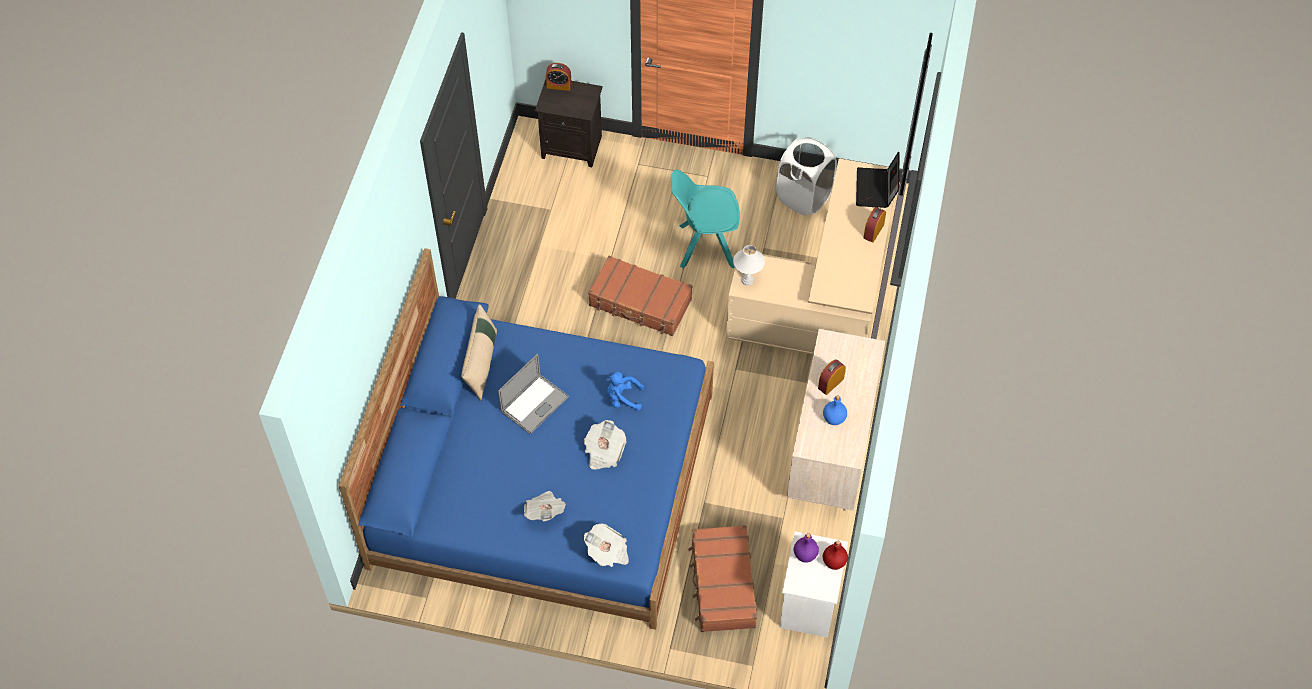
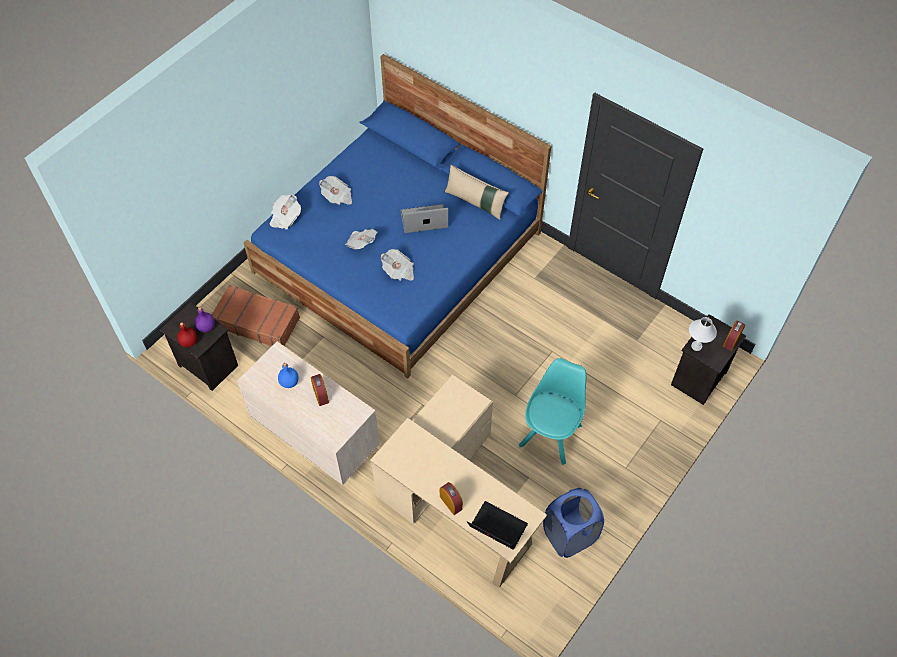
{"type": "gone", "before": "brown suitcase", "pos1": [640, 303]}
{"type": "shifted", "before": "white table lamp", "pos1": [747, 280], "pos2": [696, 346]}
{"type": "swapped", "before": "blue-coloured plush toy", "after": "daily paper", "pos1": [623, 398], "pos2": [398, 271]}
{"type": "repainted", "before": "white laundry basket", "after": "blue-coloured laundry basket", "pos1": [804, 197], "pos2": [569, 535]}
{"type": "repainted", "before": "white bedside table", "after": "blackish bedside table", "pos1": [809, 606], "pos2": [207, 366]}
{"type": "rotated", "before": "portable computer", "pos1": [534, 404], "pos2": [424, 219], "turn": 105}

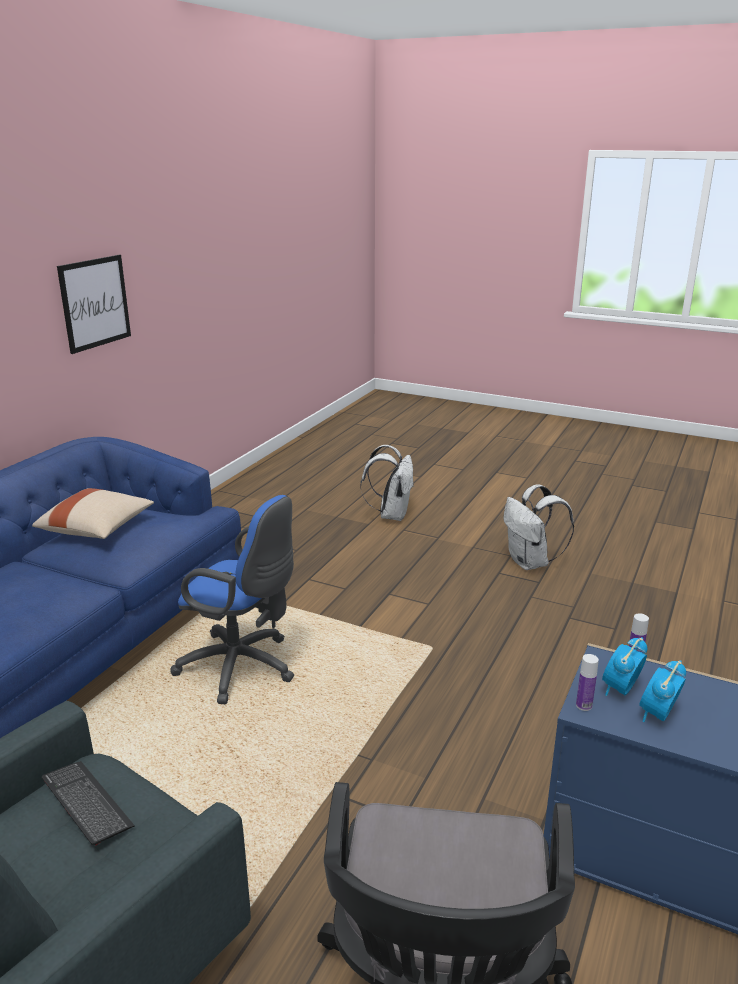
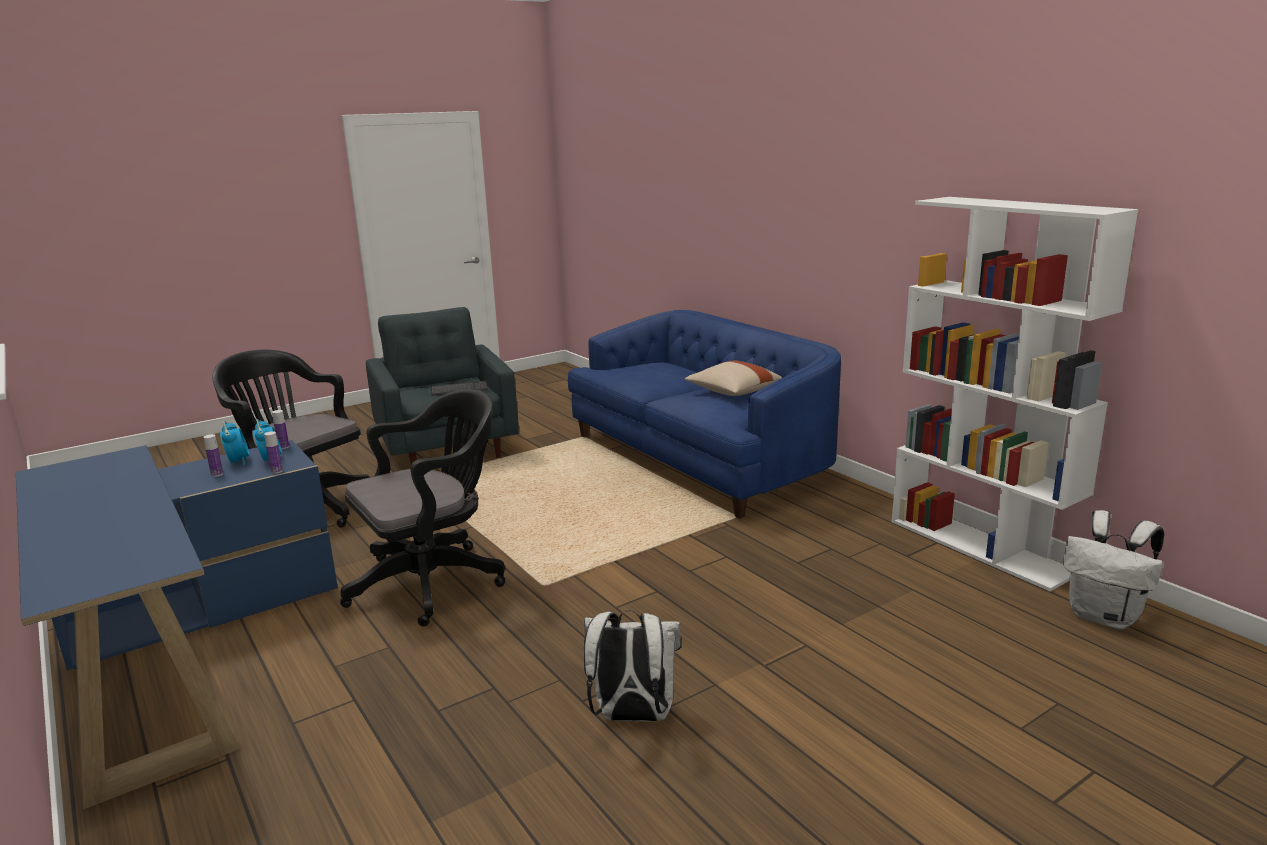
{"type": "gone", "before": "wall picture", "pos1": [95, 303]}
{"type": "gone", "before": "blue-coloured desk chair", "pos1": [243, 668]}
{"type": "new", "after": "beverage bottle", "pos2": [217, 474]}
{"type": "new", "after": "blackish desk chair", "pos2": [433, 581]}
{"type": "new", "after": "white bookshelf", "pos2": [981, 546]}
{"type": "shifted", "before": "white rucksack", "pos1": [391, 515], "pos2": [1105, 617]}

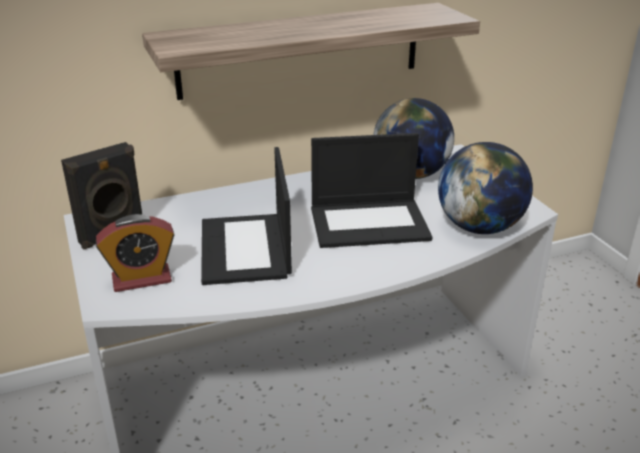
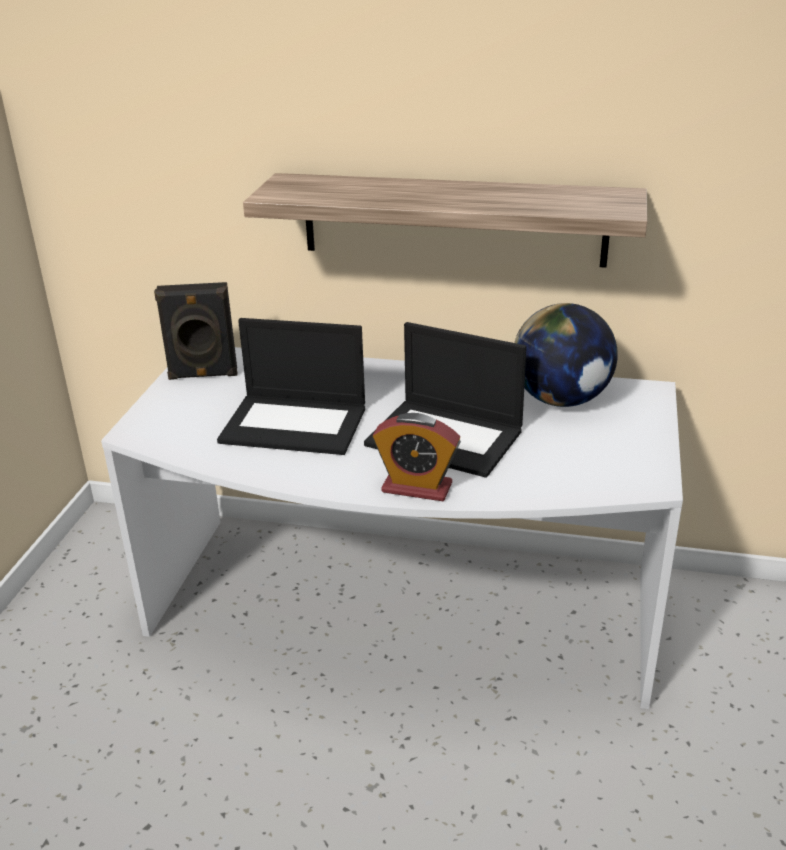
{"type": "gone", "before": "desk globe", "pos1": [479, 227]}
{"type": "shifted", "before": "alarm clock", "pos1": [141, 279], "pos2": [417, 487]}
{"type": "rotated", "before": "portable computer", "pos1": [246, 249], "pos2": [296, 424], "turn": -105}

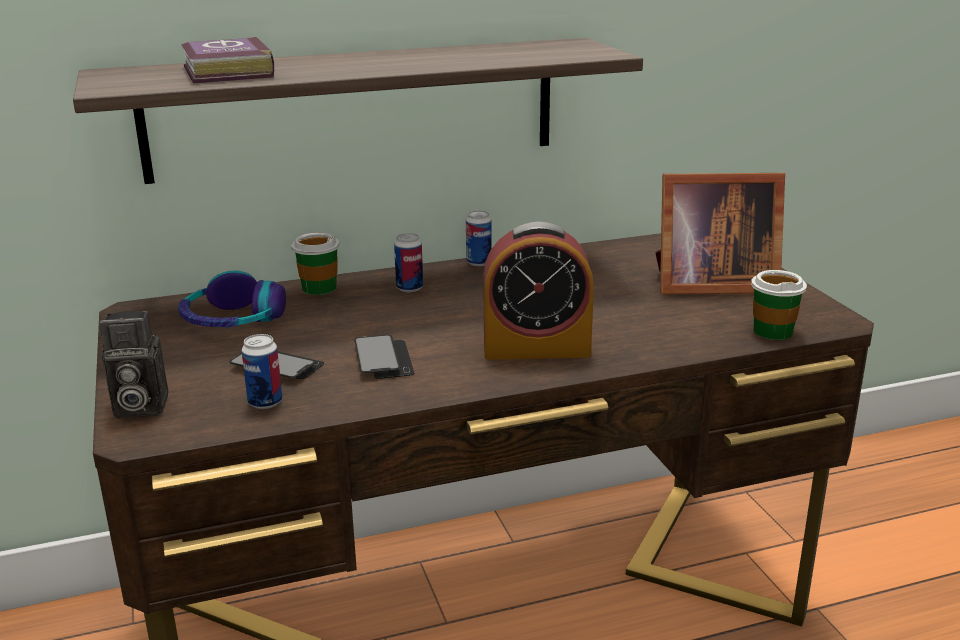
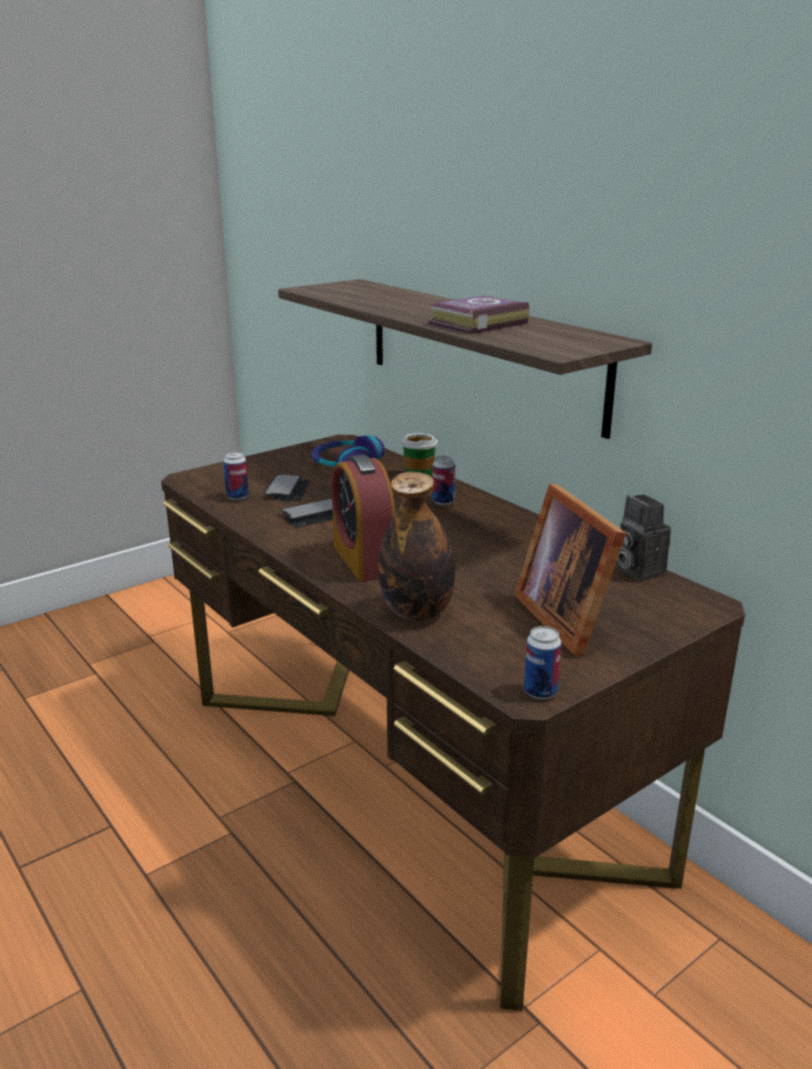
{"type": "gone", "before": "small cup", "pos1": [772, 331]}
{"type": "new", "after": "beverage bottle", "pos2": [417, 612]}
{"type": "shifted", "before": "photo camera", "pos1": [137, 408], "pos2": [636, 570]}
{"type": "shifted", "before": "book", "pos1": [226, 72], "pos2": [475, 323]}
{"type": "shifted", "before": "can", "pos1": [479, 262], "pos2": [540, 692]}

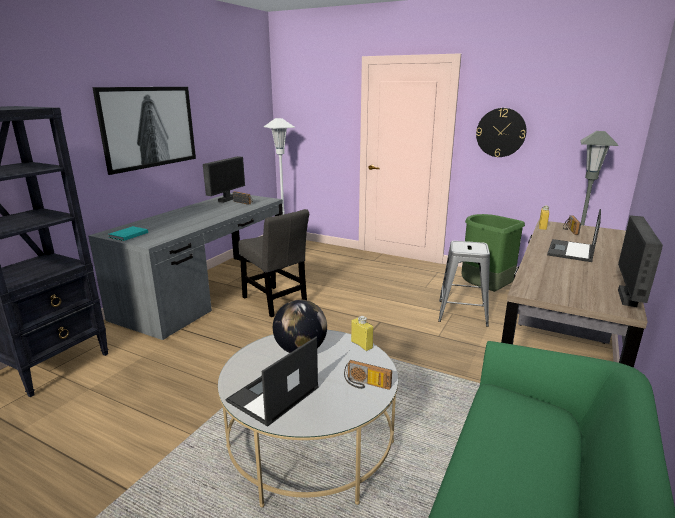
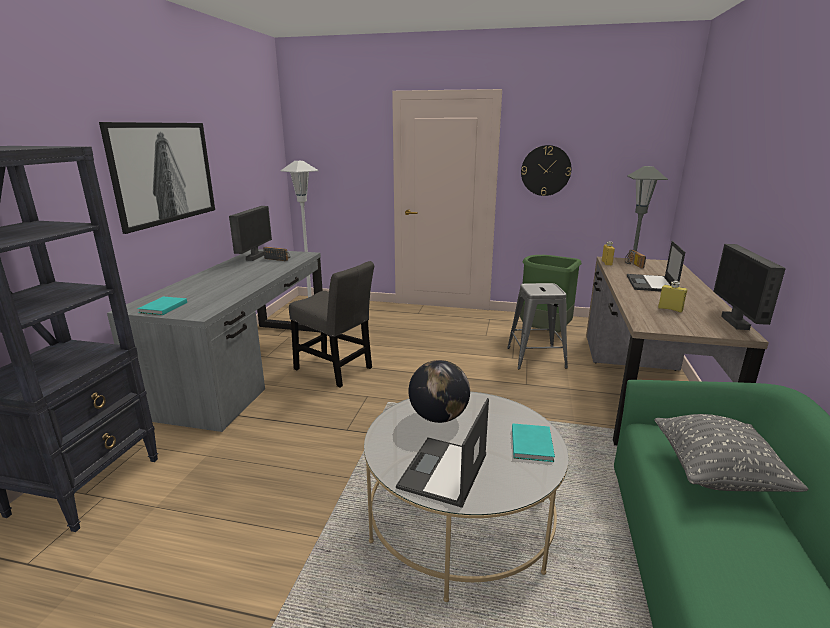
{"type": "new", "after": "gray pillow", "pos2": [716, 475]}
{"type": "shifted", "before": "yellowish beverage bottle", "pos1": [361, 344], "pos2": [670, 309]}
{"type": "swapped", "before": "radio set", "after": "blue-green book", "pos1": [366, 385], "pos2": [532, 443]}

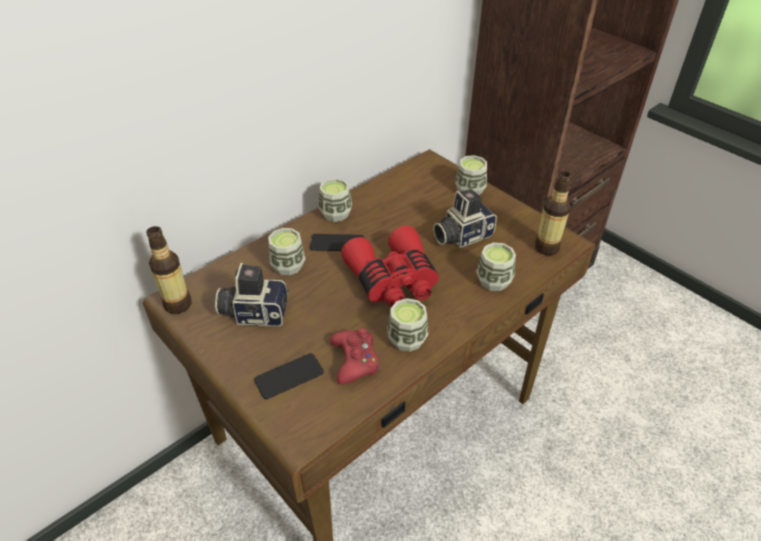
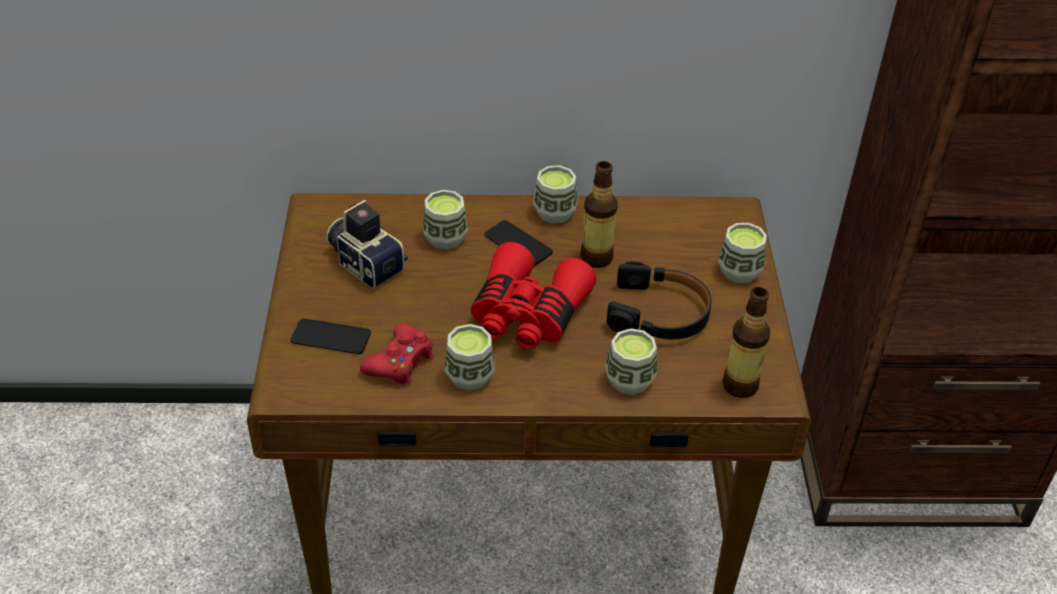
{"type": "shifted", "before": "beverage bottle", "pos1": [178, 304], "pos2": [596, 258]}
{"type": "swapped", "before": "photo camera", "after": "blackish headphones", "pos1": [461, 235], "pos2": [659, 313]}

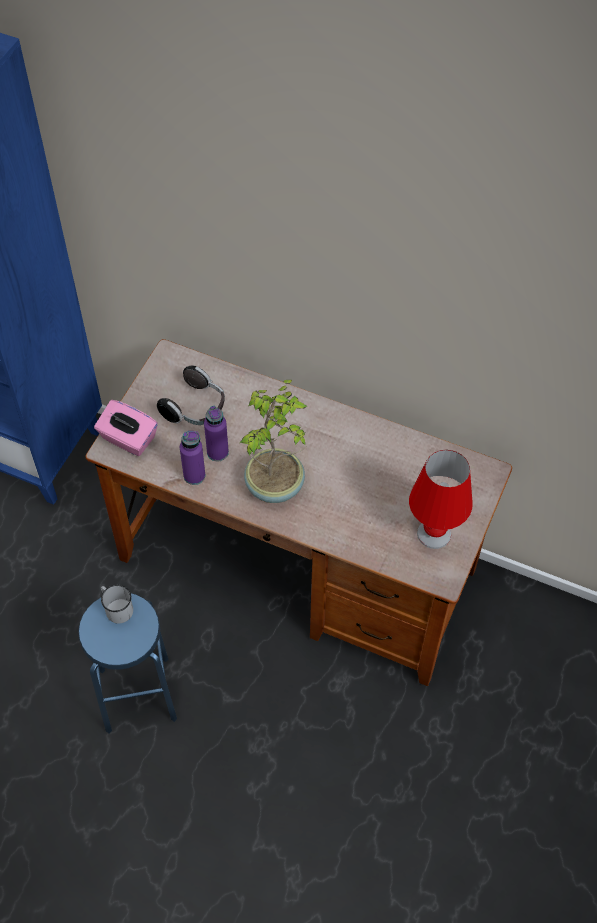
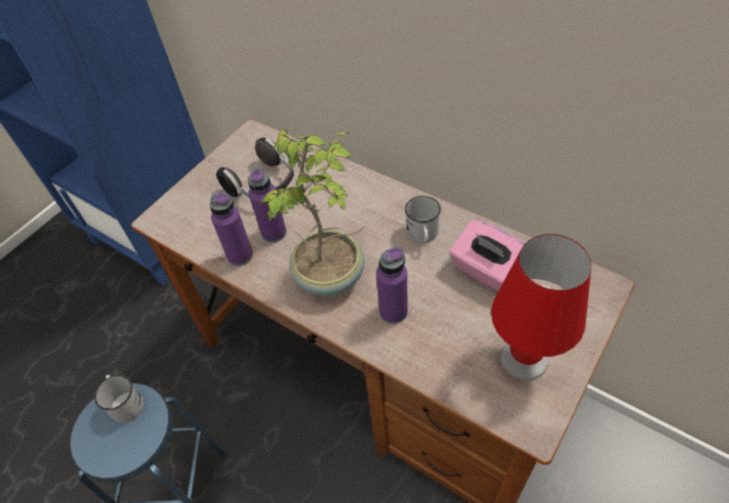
{"type": "new", "after": "purple-coloured beverage bottle", "pos2": [393, 311]}
{"type": "new", "after": "white coffee mug", "pos2": [423, 235]}
{"type": "shifted", "before": "pink box of tissues", "pos1": [128, 439], "pos2": [487, 271]}

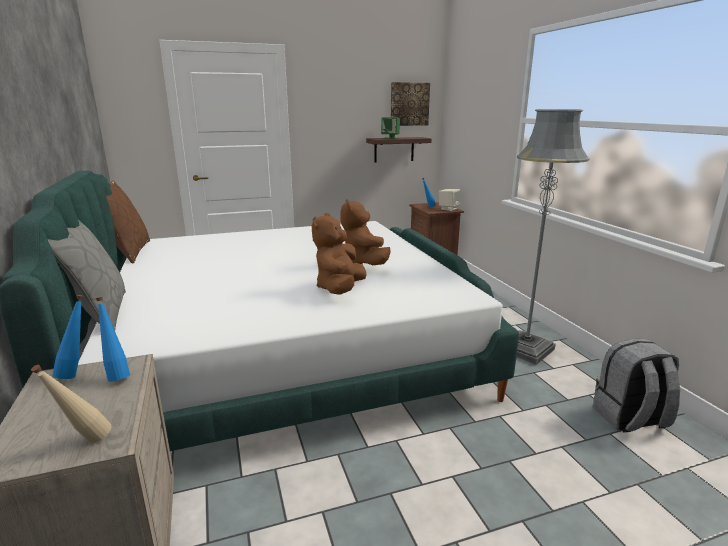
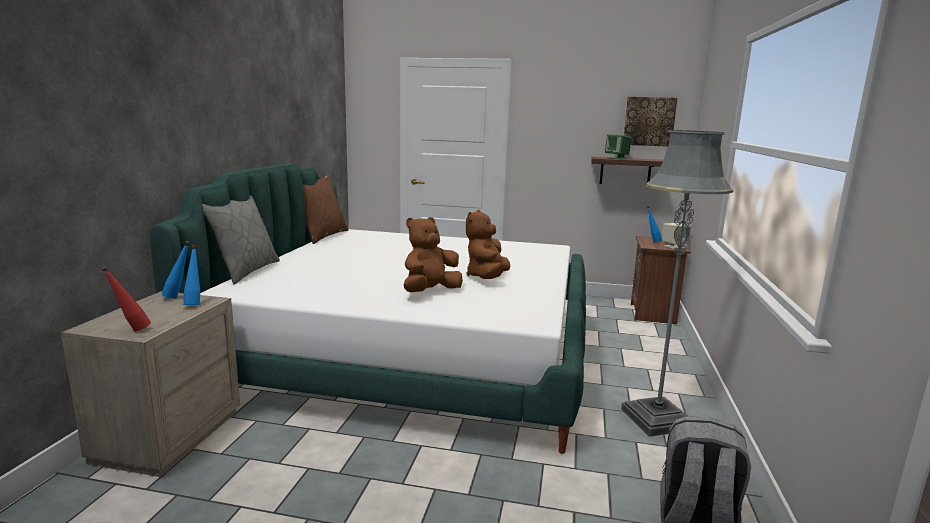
{"type": "repainted", "before": "sand-coloured beverage bottle", "after": "reddish beverage bottle", "pos1": [85, 443], "pos2": [131, 330]}

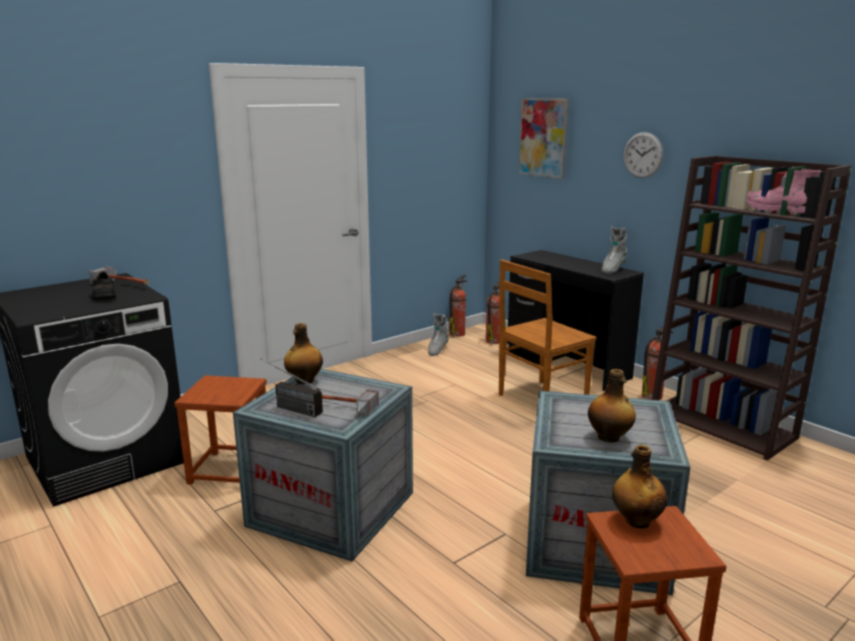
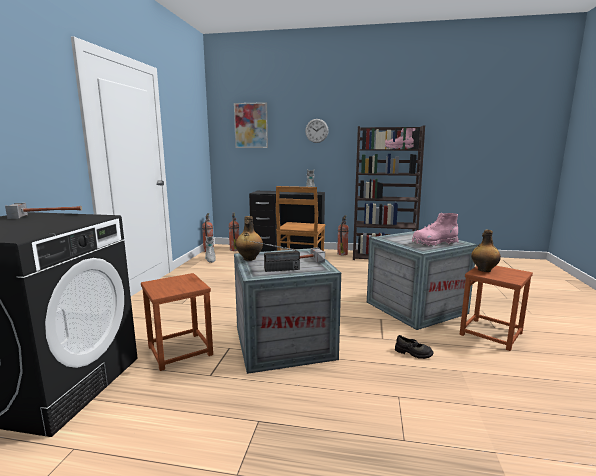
{"type": "shifted", "before": "blackish shoe", "pos1": [104, 296], "pos2": [413, 353]}
{"type": "swapped", "before": "beverage bottle", "after": "pink tall boot", "pos1": [609, 438], "pos2": [434, 243]}

